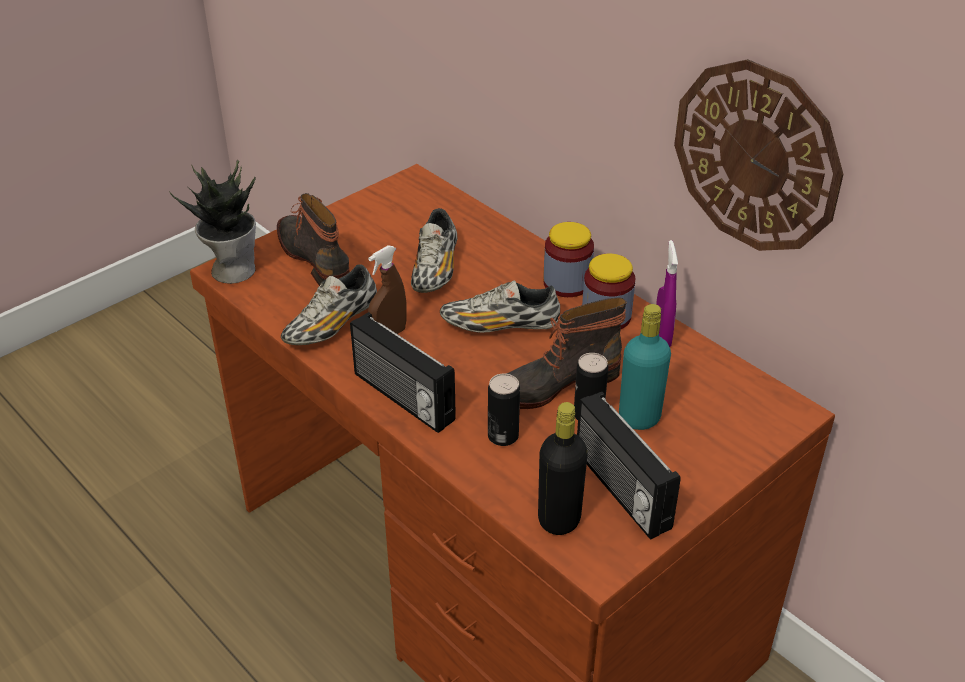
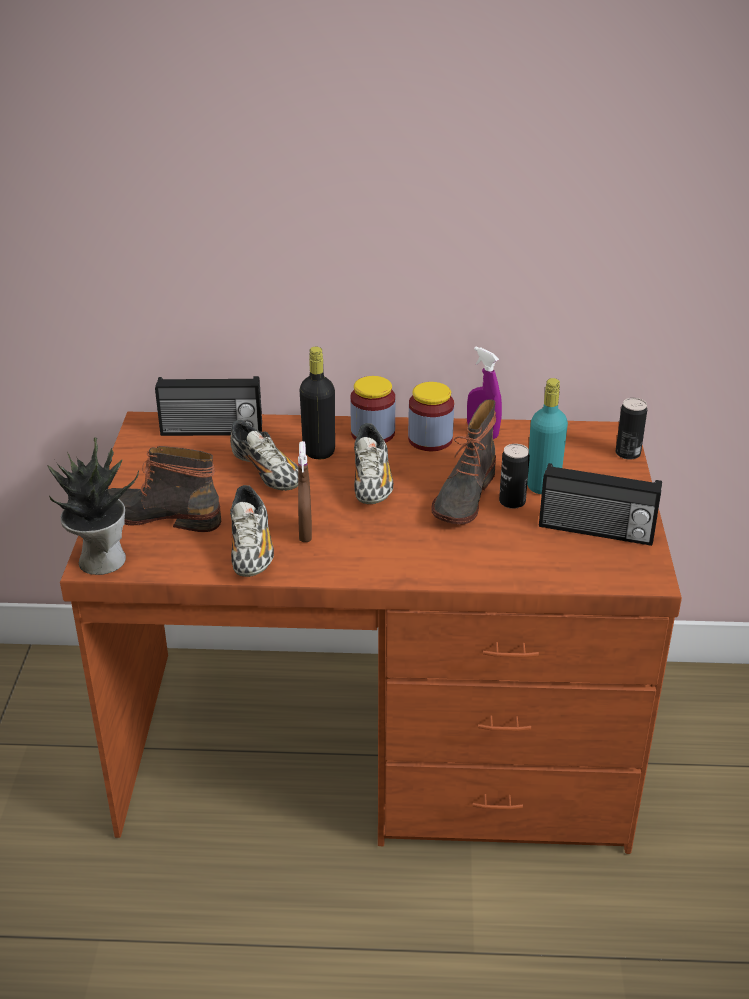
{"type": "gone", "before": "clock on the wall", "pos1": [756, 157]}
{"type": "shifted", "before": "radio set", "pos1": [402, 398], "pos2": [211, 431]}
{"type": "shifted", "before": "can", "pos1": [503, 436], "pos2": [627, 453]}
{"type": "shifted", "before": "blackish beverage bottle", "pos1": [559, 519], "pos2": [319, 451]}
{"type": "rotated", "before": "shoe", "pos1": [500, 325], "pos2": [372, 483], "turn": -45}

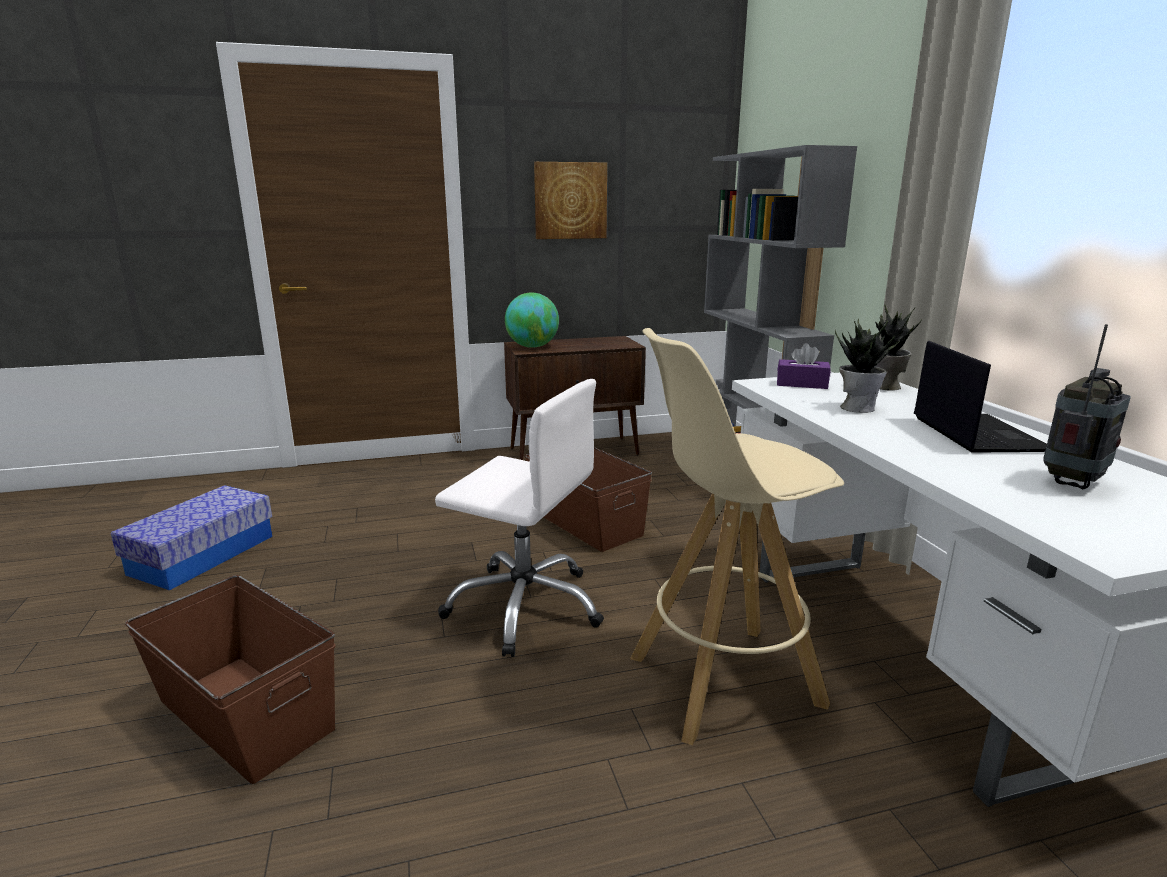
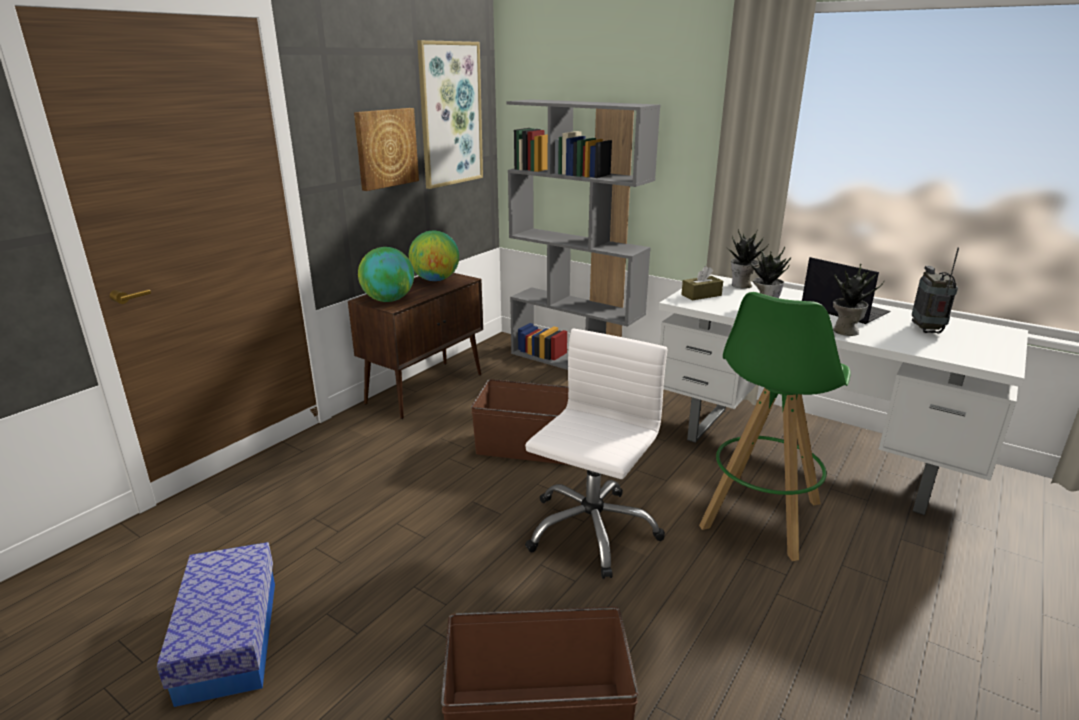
{"type": "new", "after": "desk globe", "pos2": [435, 280]}
{"type": "new", "after": "wall picture", "pos2": [450, 114]}
{"type": "new", "after": "plant in a pot", "pos2": [844, 331]}
{"type": "repainted", "before": "sand-coloured stool", "after": "greenish stool", "pos1": [722, 680], "pos2": [760, 515]}
{"type": "repainted", "before": "purple-coloured box of tissues", "after": "brown box of tissues", "pos1": [801, 384], "pos2": [701, 295]}
{"type": "rotated", "before": "white desk chair", "pos1": [525, 606], "pos2": [591, 529], "turn": -45}

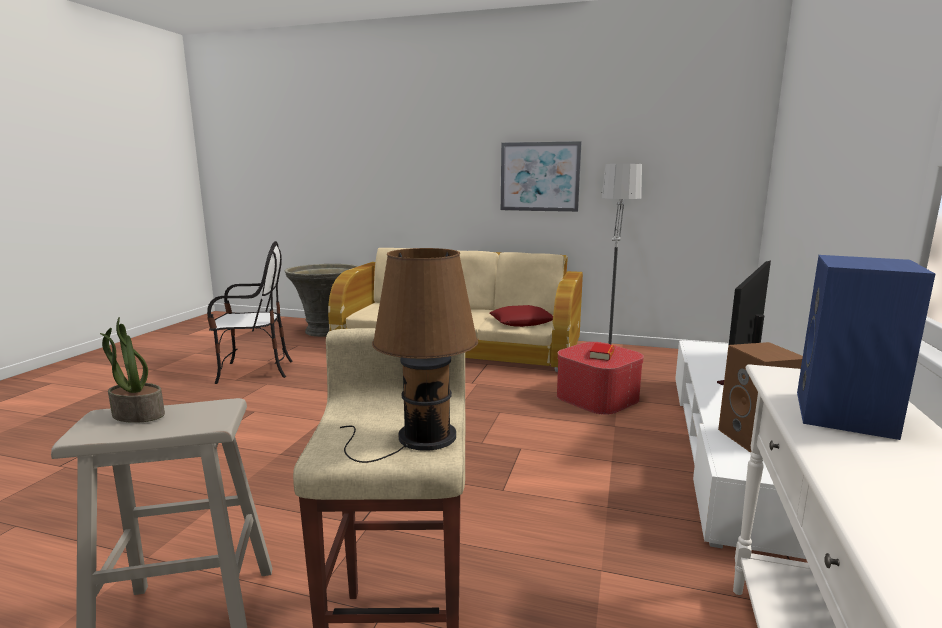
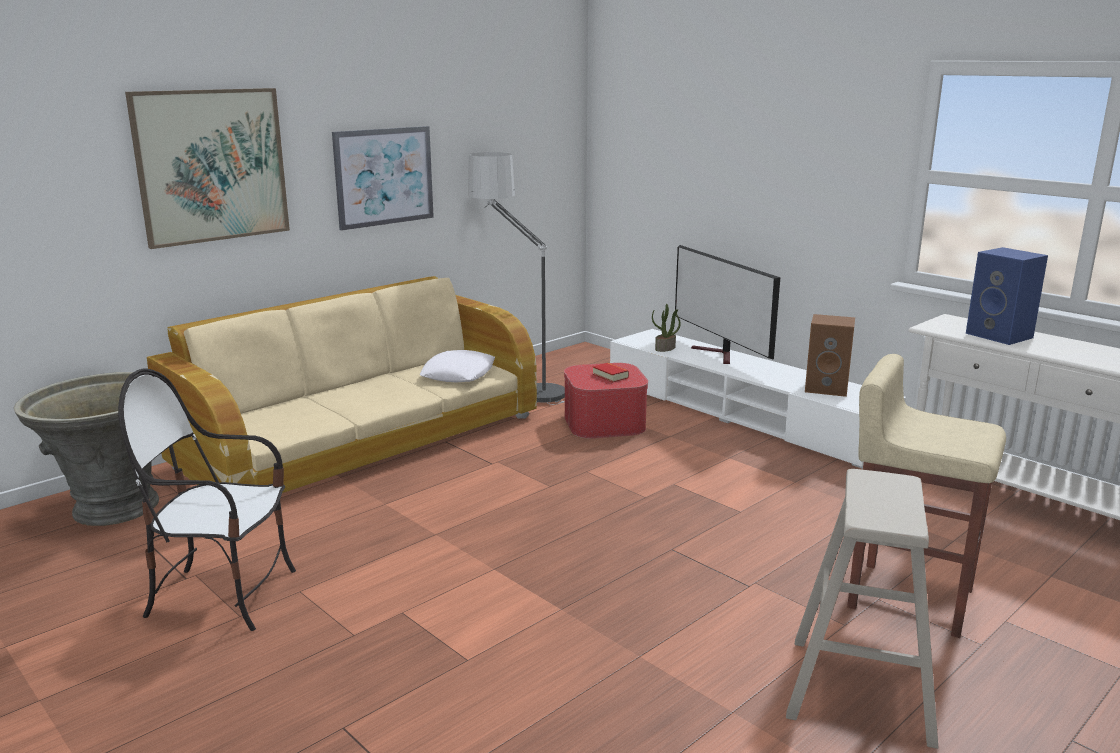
{"type": "gone", "before": "brown table lamp", "pos1": [419, 438]}
{"type": "new", "after": "wall picture", "pos2": [212, 166]}
{"type": "shifted", "before": "plant in a pot", "pos1": [137, 415], "pos2": [665, 348]}
{"type": "repainted", "before": "reddish pillow", "after": "white pillow", "pos1": [522, 322], "pos2": [458, 374]}
{"type": "rotated", "before": "upright chair", "pos1": [254, 371], "pos2": [224, 595], "turn": -105}

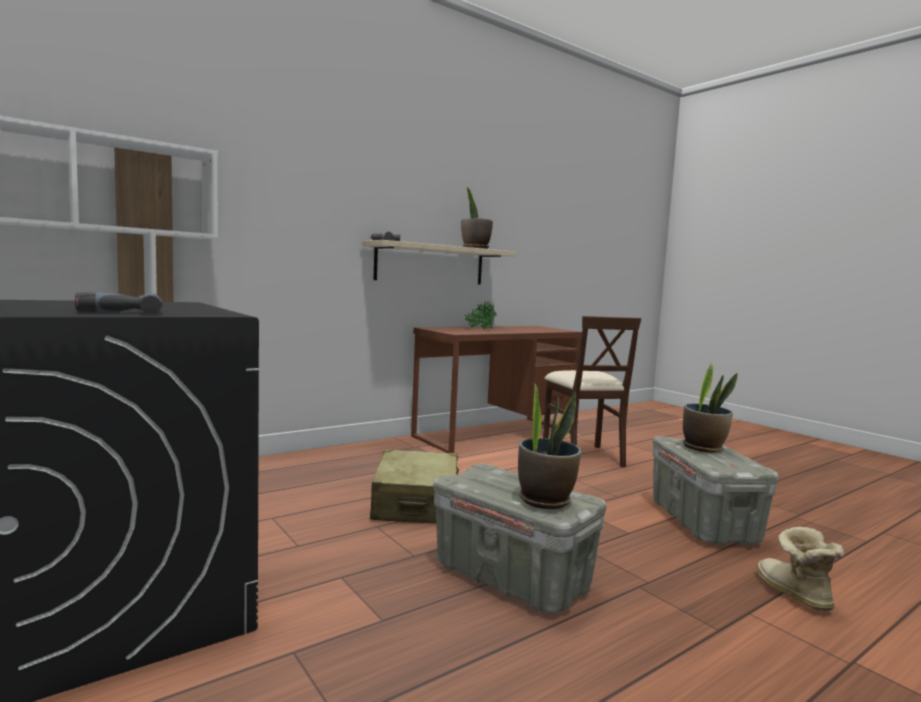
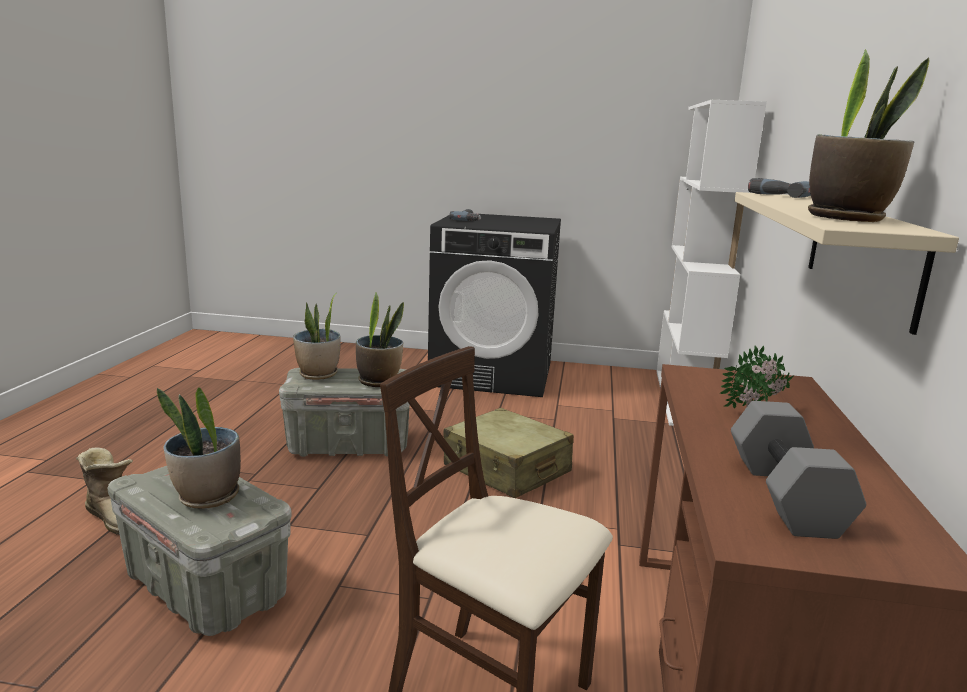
{"type": "new", "after": "plant in a pot", "pos2": [379, 381]}
{"type": "new", "after": "gray hand weight", "pos2": [788, 496]}

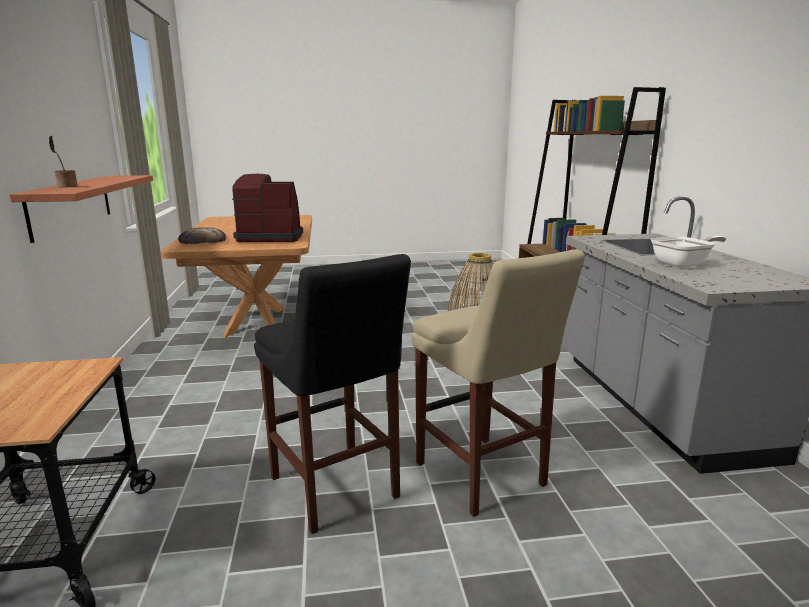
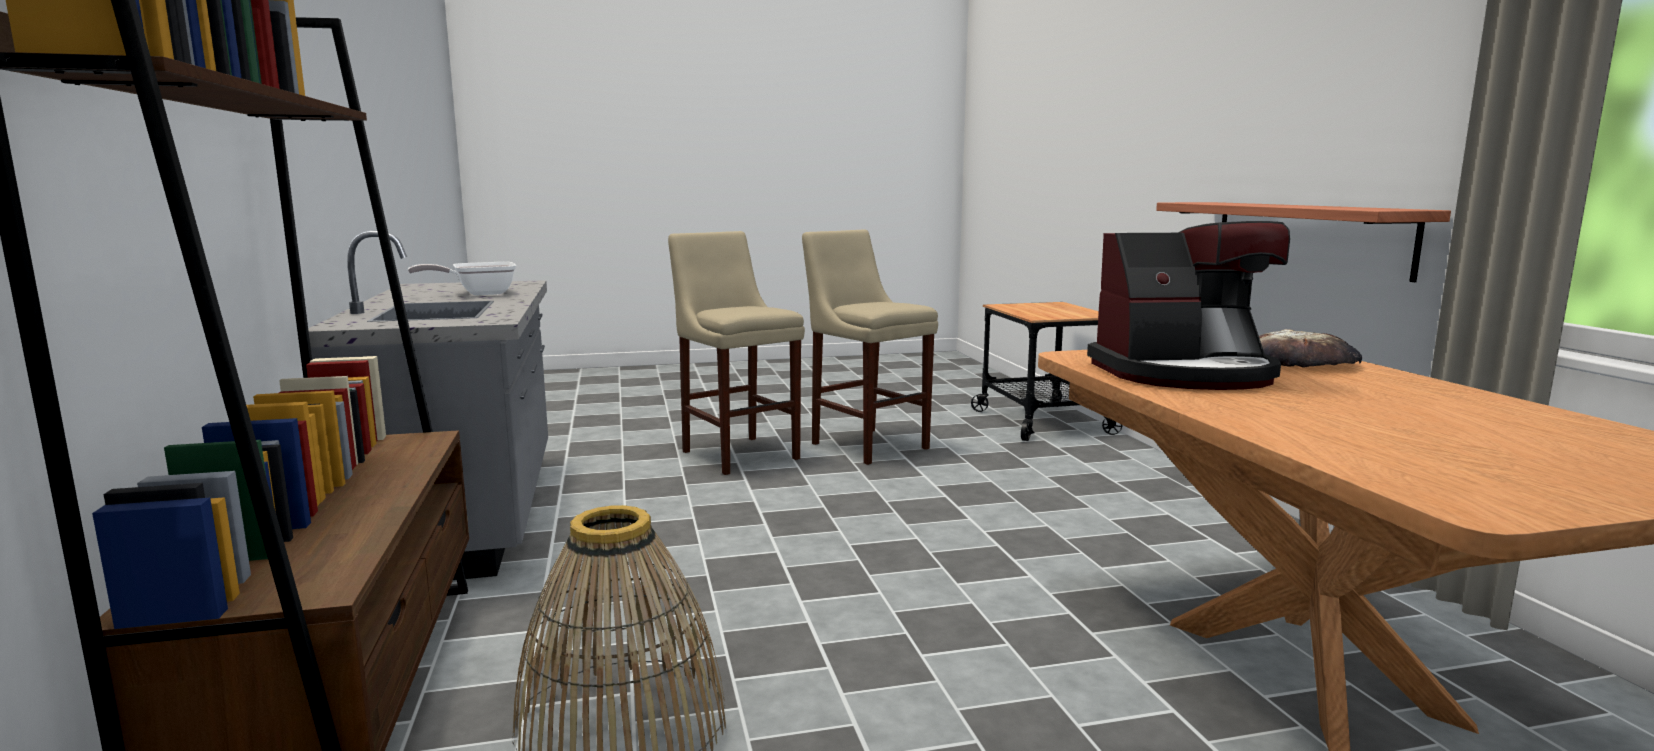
{"type": "gone", "before": "plant in a pot", "pos1": [66, 186]}
{"type": "repainted", "before": "blackish stool", "after": "sand-coloured stool", "pos1": [336, 491], "pos2": [866, 444]}

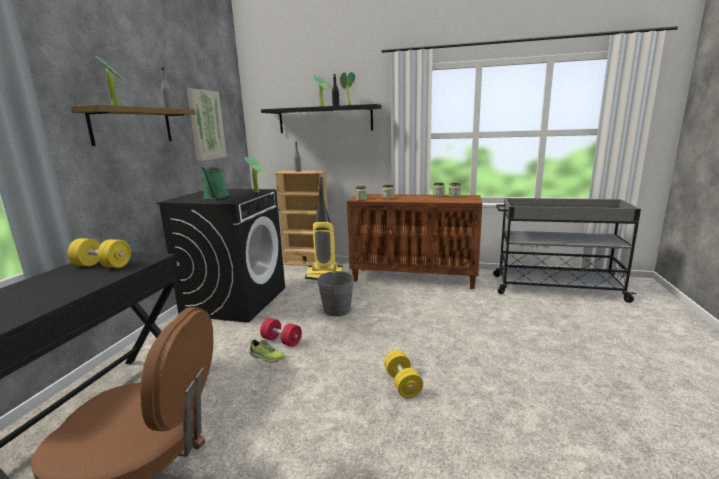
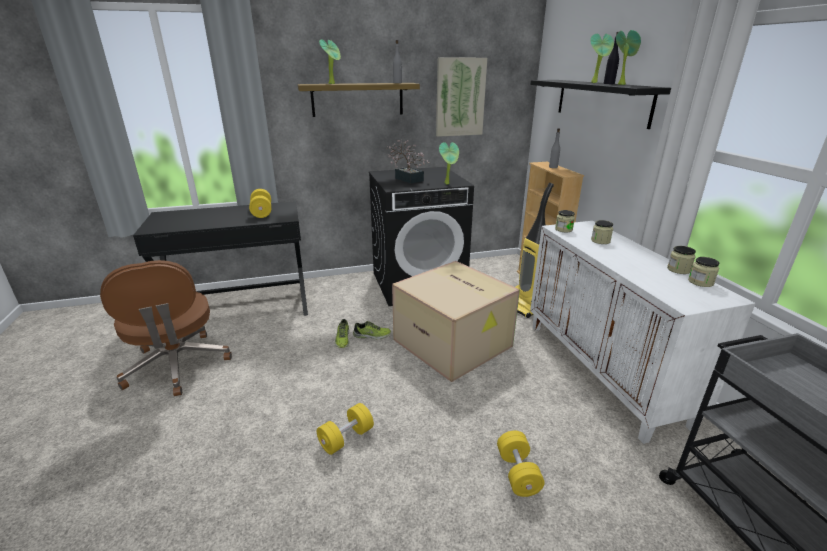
{"type": "new", "after": "yellowish hand weight", "pos2": [517, 473]}
{"type": "swapped", "before": "greenish sprinkling can", "after": "plant in a pot", "pos1": [216, 197], "pos2": [407, 179]}
{"type": "swapped", "before": "reddish hand weight", "after": "shoe", "pos1": [281, 341], "pos2": [372, 335]}
{"type": "swapped", "before": "gray bucket", "after": "packing box", "pos1": [337, 310], "pos2": [454, 343]}
{"type": "repainted", "before": "brown cupboard", "after": "white cupboard", "pos1": [414, 278], "pos2": [603, 371]}

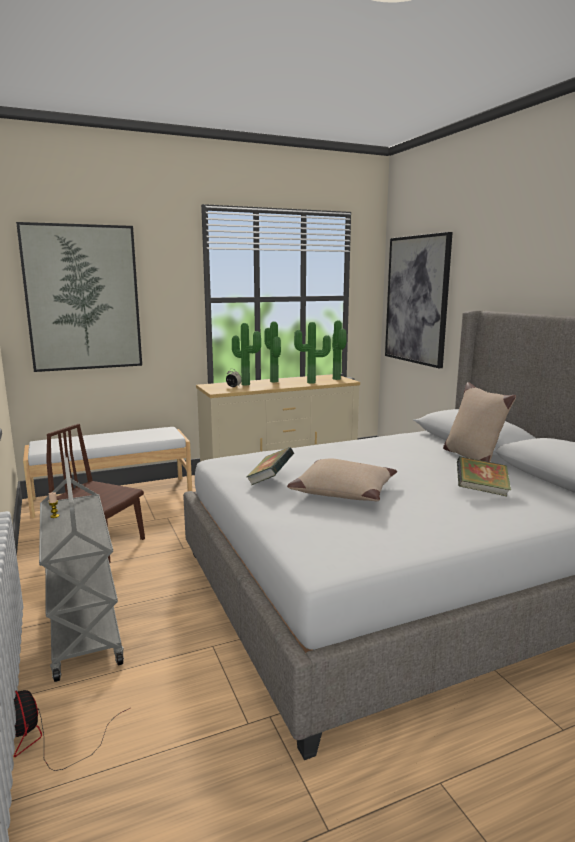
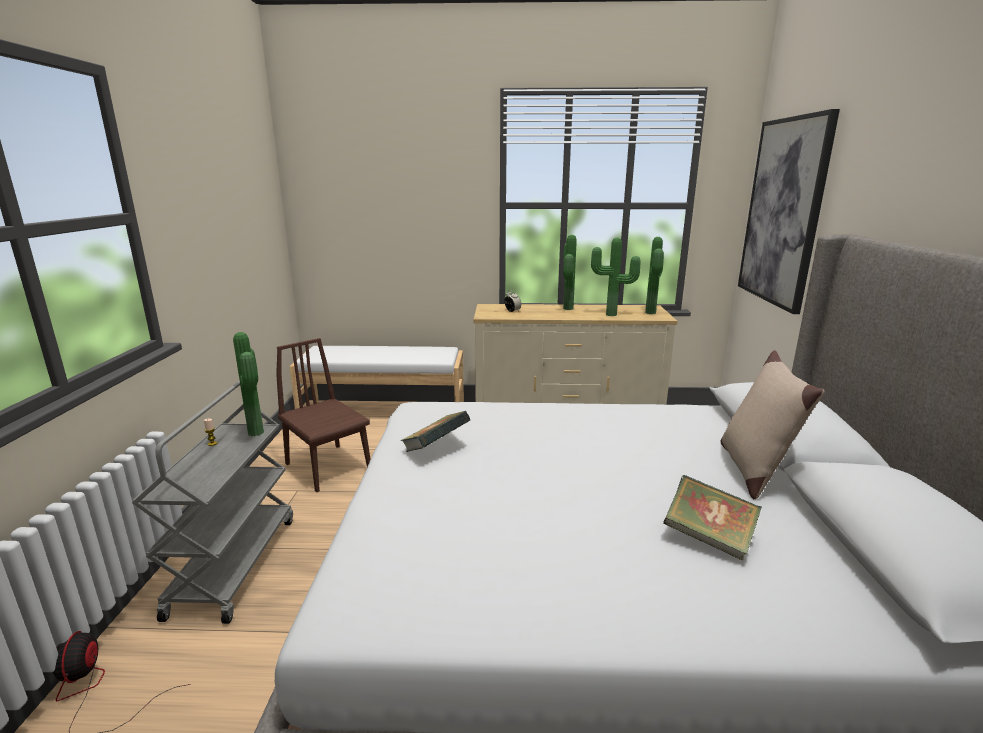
{"type": "gone", "before": "wall picture", "pos1": [83, 298]}
{"type": "gone", "before": "sand-coloured pillow", "pos1": [344, 491]}
{"type": "shifted", "before": "plant in a pot", "pos1": [246, 384], "pos2": [259, 432]}

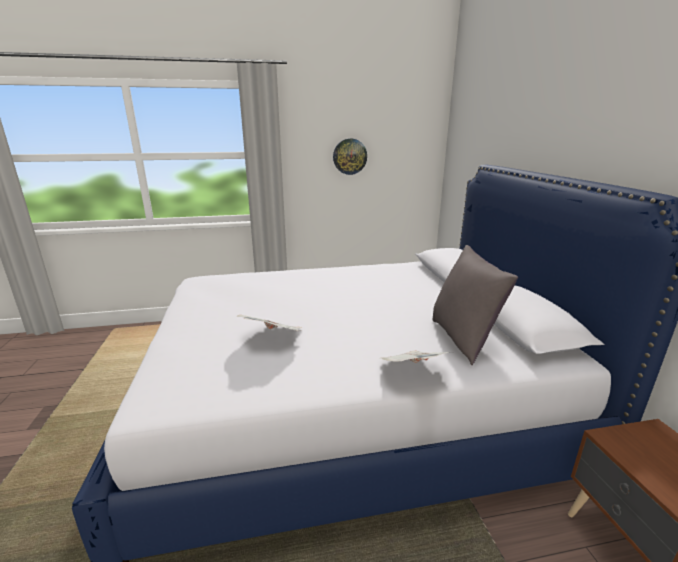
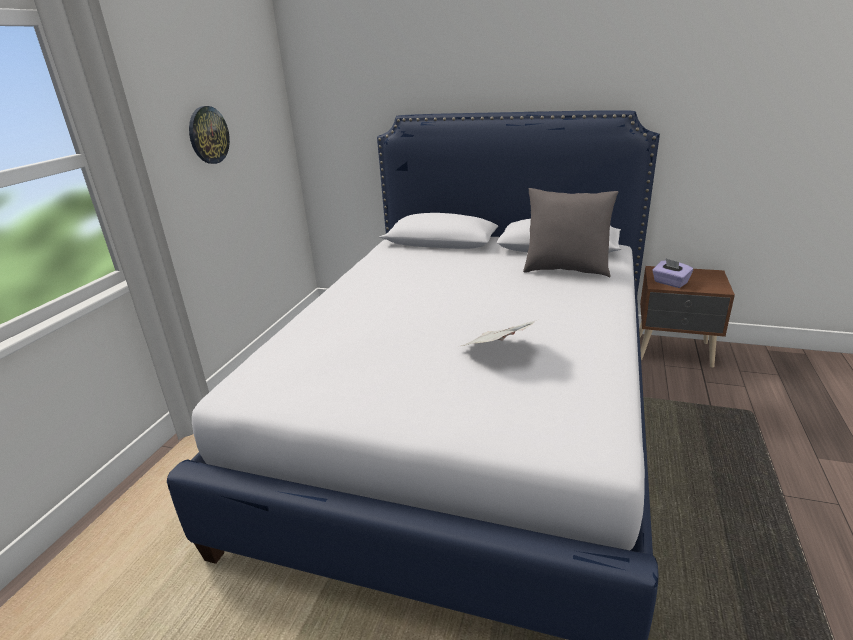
{"type": "gone", "before": "daily paper", "pos1": [413, 372]}
{"type": "new", "after": "purple-coloured box of tissues", "pos2": [670, 283]}

